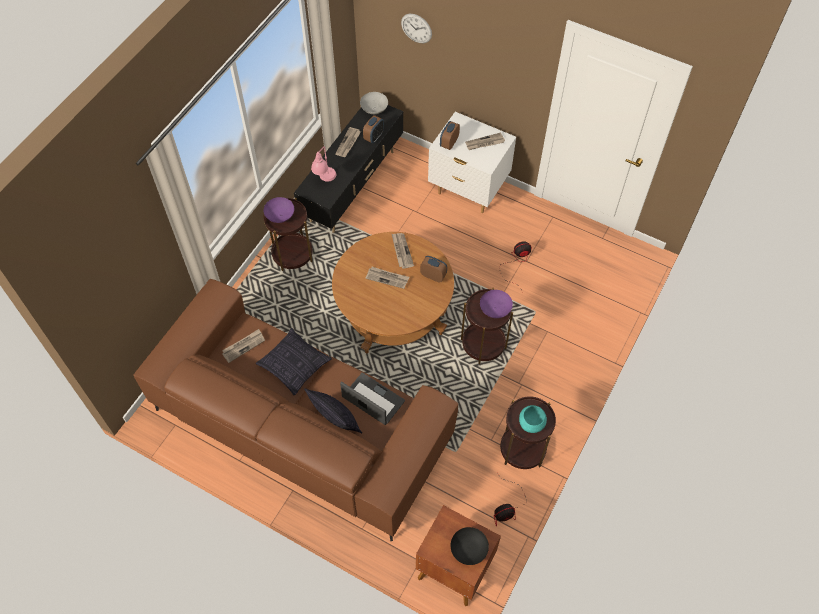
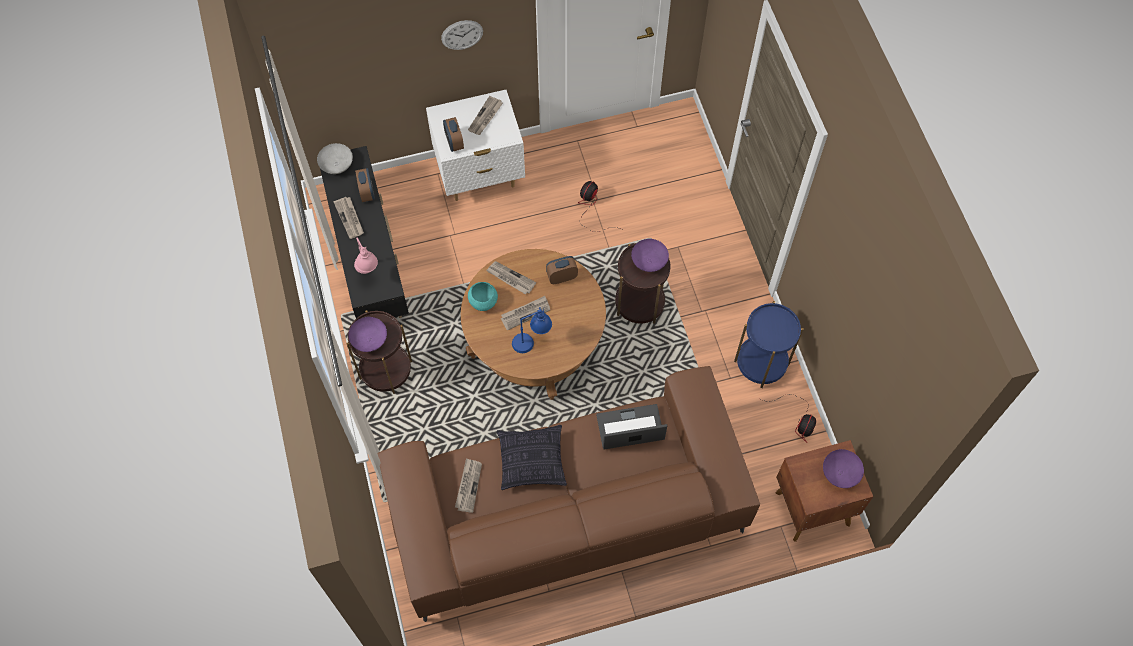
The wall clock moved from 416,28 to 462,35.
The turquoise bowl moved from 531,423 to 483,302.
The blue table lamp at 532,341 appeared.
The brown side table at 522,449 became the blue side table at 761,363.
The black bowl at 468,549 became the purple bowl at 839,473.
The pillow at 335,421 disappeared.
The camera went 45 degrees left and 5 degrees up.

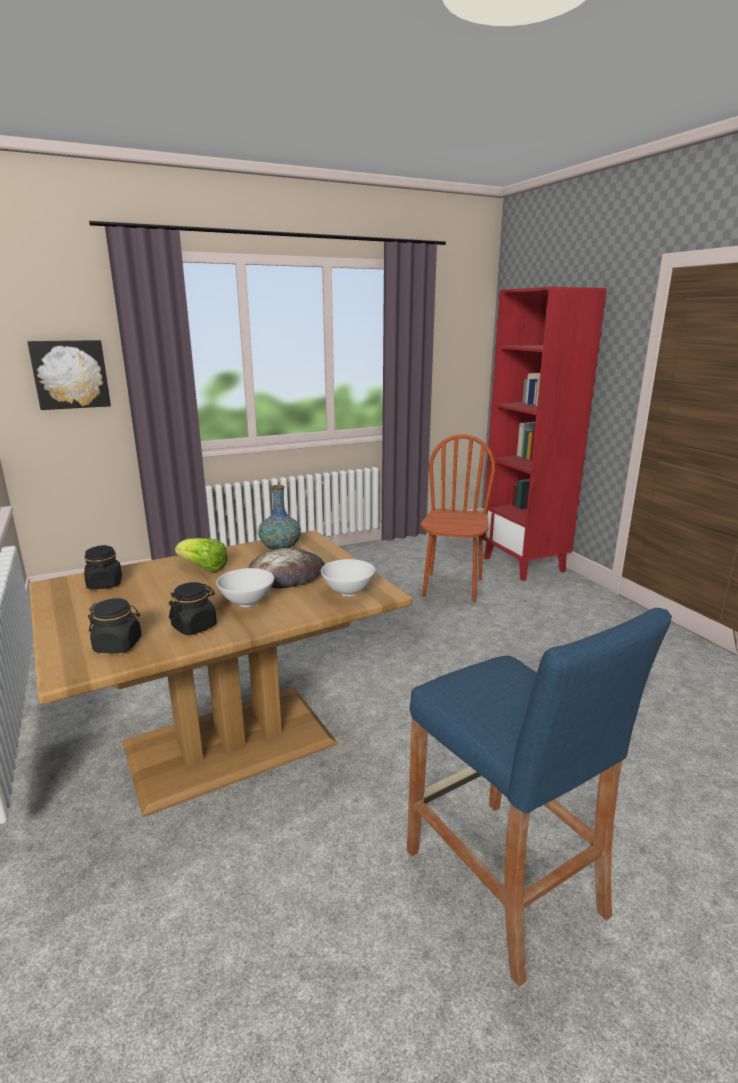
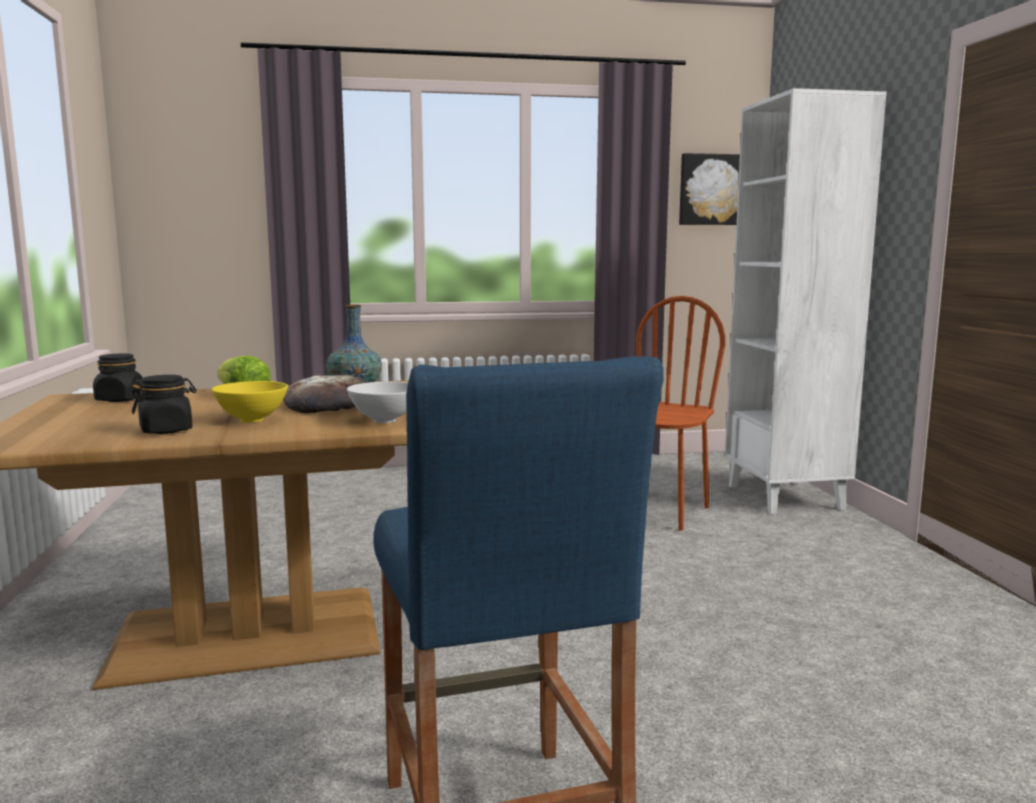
The white bowl at 247,603 became the yellow bowl at 253,420.
The picture moved from 70,374 to 712,190.
The red bookcase at 524,564 became the white bookcase at 785,497.
The black jar at 118,645 disappeared.
The camera went 15 degrees right and 10 degrees down.

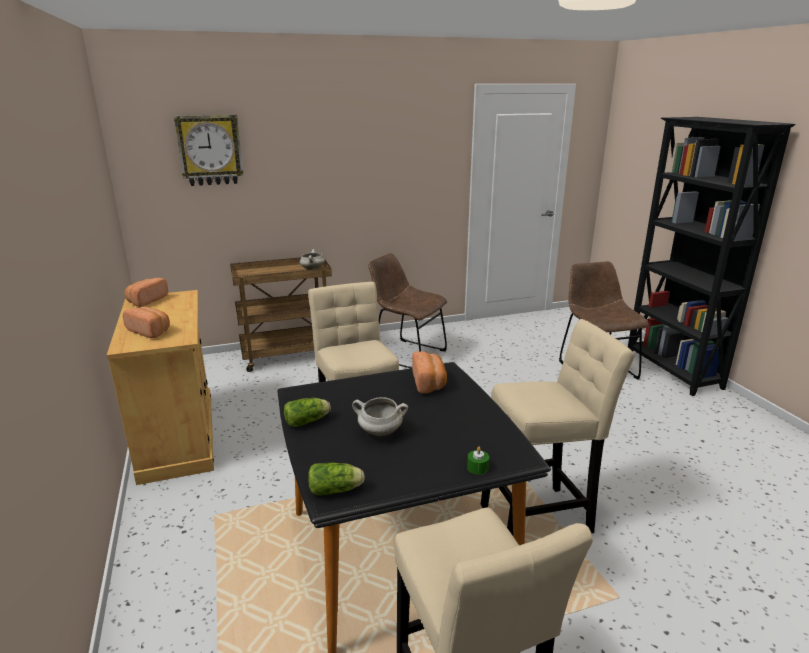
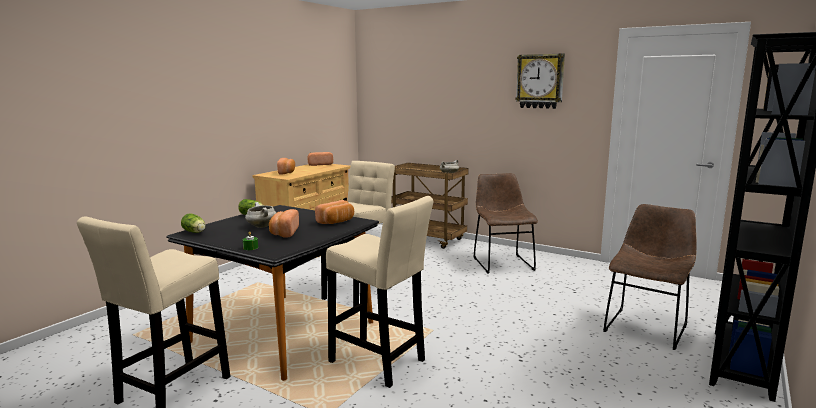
The bread at 284,233 appeared.
The wall clock moved from 210,150 to 540,81.
The camera went 50 degrees right and 10 degrees down.

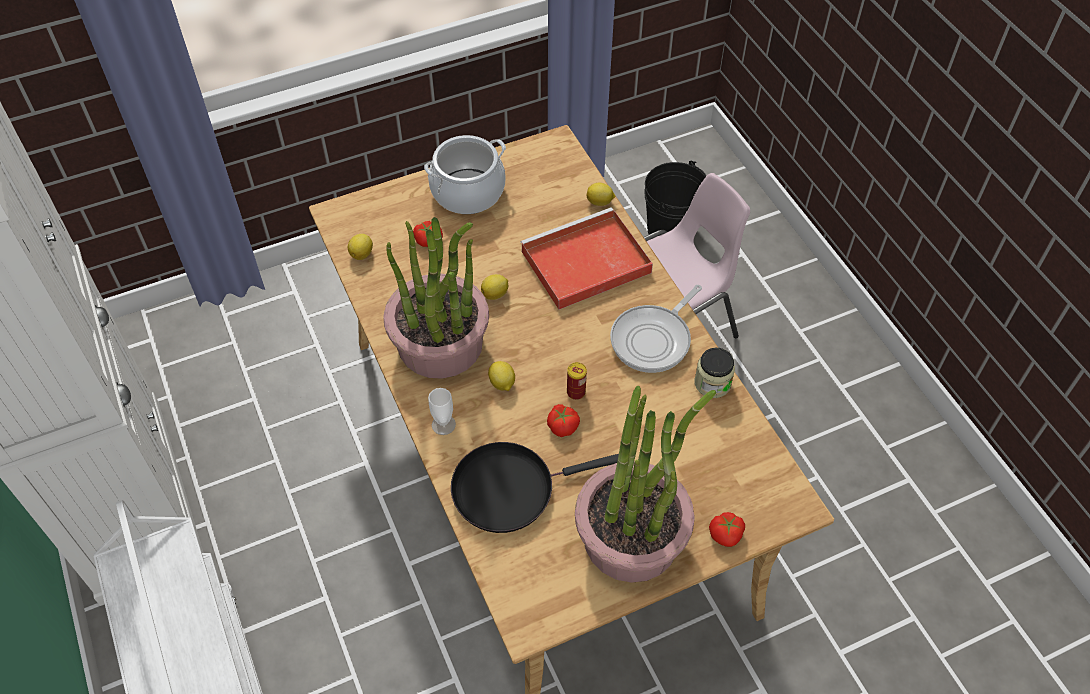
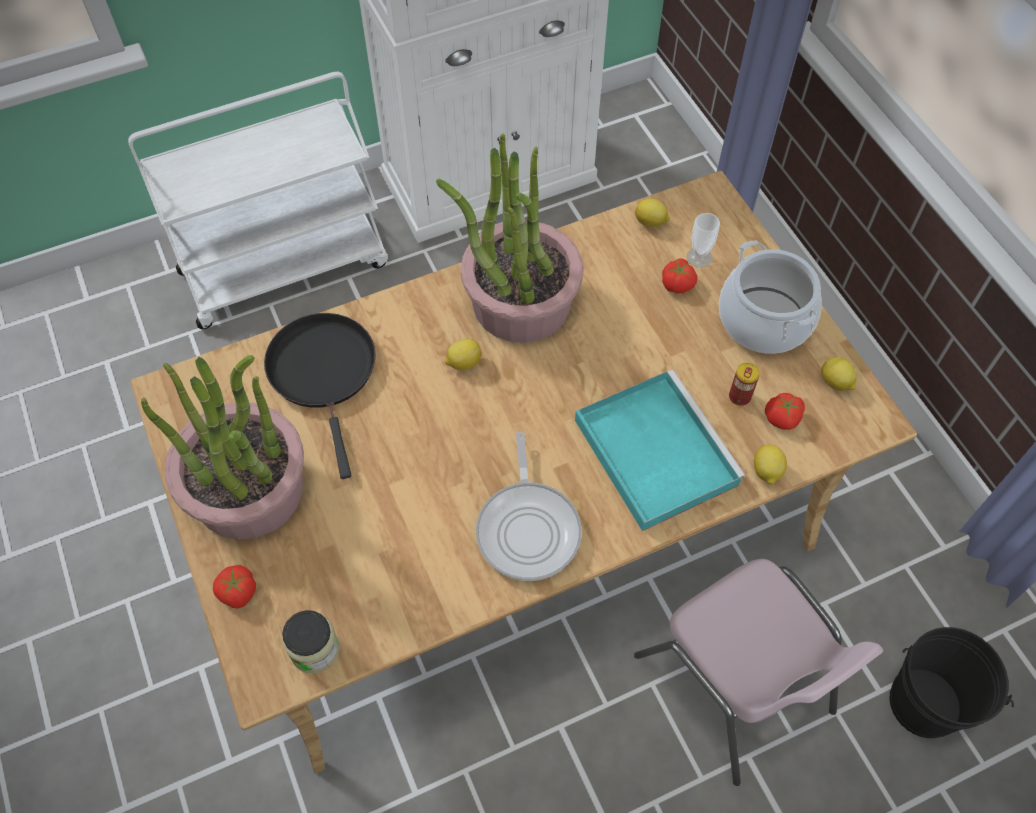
The jar moved from 712,383 to 314,649.
The frying pan at 653,339 turned 135 degrees counterclockwise.
The red tray at 584,263 became the turquoise tray at 653,450.
The cup moved from 443,424 to 699,257.
The can moved from 576,392 to 739,397.
The tomato moved from 563,426 to 783,418.
The lemon moved from 495,294 to 835,383.
The camera went 90 degrees right and 5 degrees up.

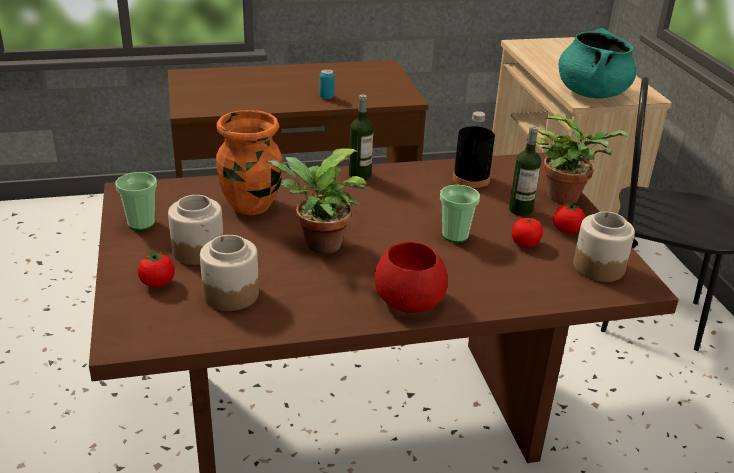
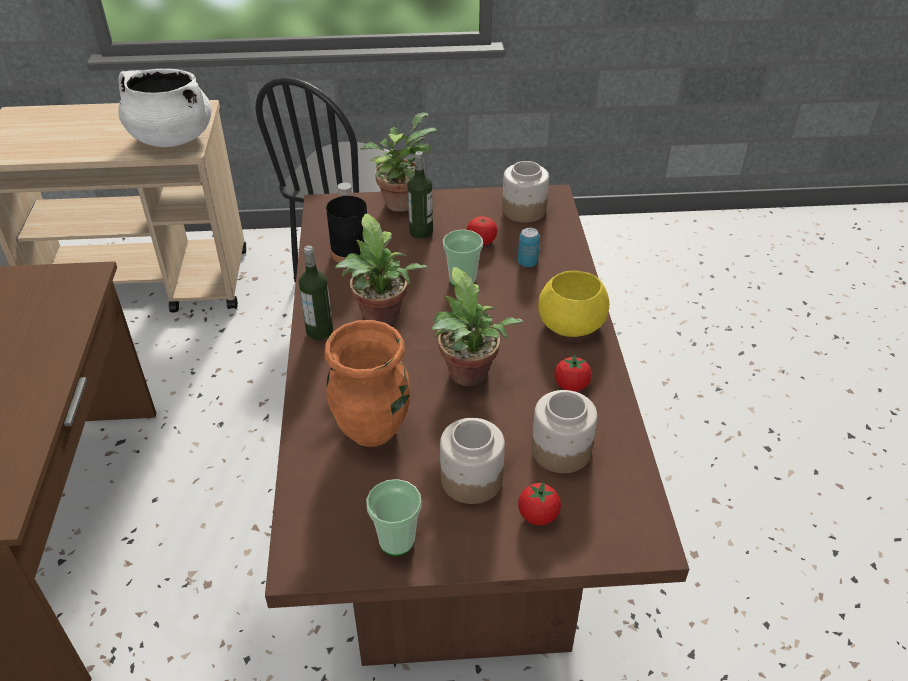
The turquoise cooking pot at 591,93 became the white cooking pot at 171,138.
The potted plant at 381,319 appeared.
The can moved from 326,97 to 527,263.
The red bowl at 410,301 became the yellow bowl at 572,324.
The tomato moved from 566,230 to 571,386.
The camera went 80 degrees left and 10 degrees up.

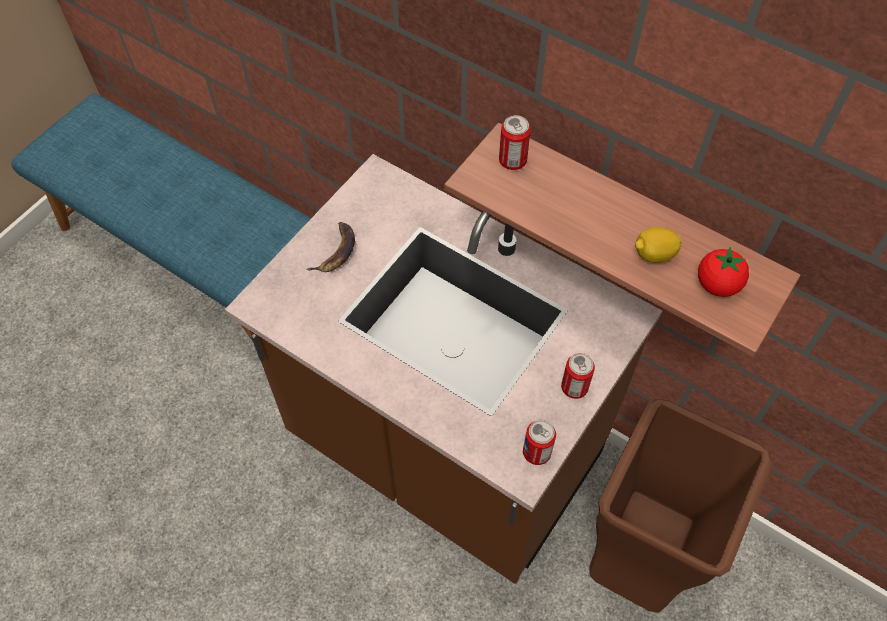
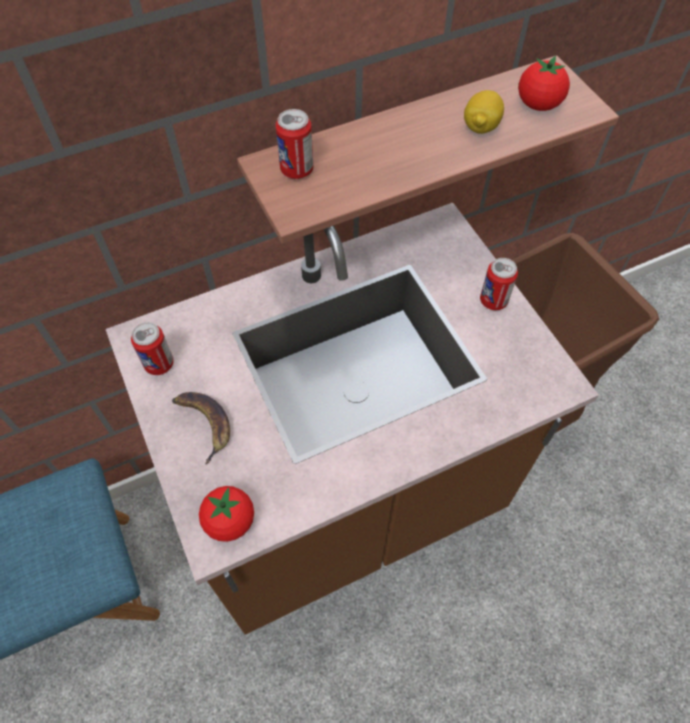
The can moved from 536,453 to 159,364.
The tomato at 230,521 appeared.
The camera went 60 degrees left and 0 degrees up.

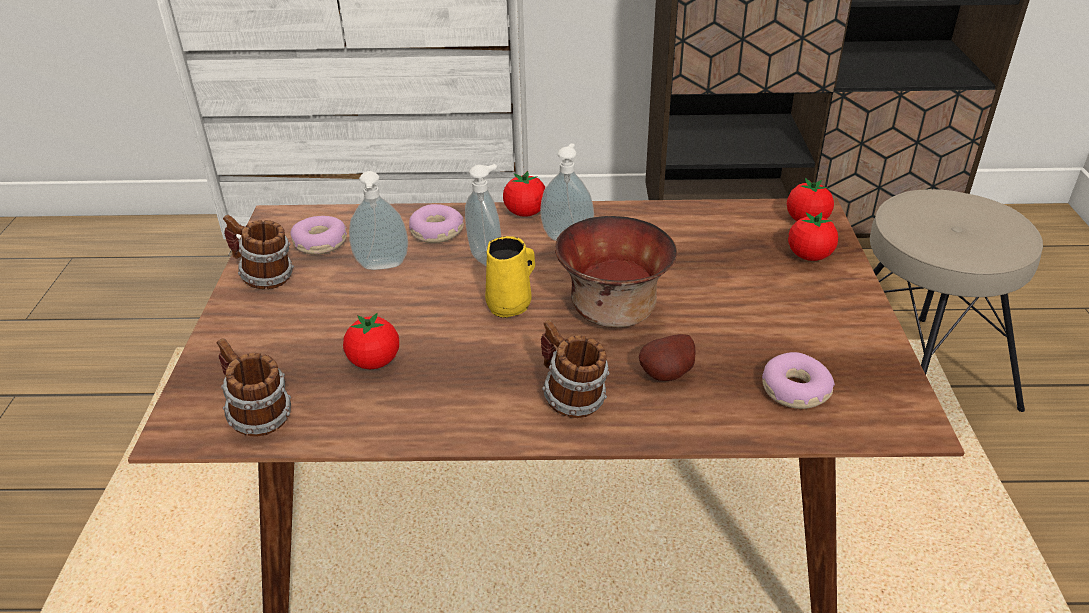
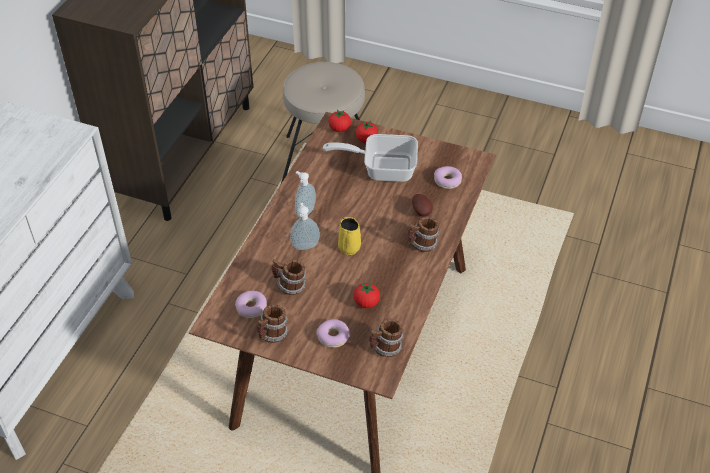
The soap dispenser at 382,267 was replaced by the mug at 289,286.
The donut moved from 436,232 to 333,337.
The frying pan at 382,168 appeared.
The tomato at 525,213 disappeared.
The bowl at 611,311 disappeared.
The camera went 70 degrees left and 10 degrees up.

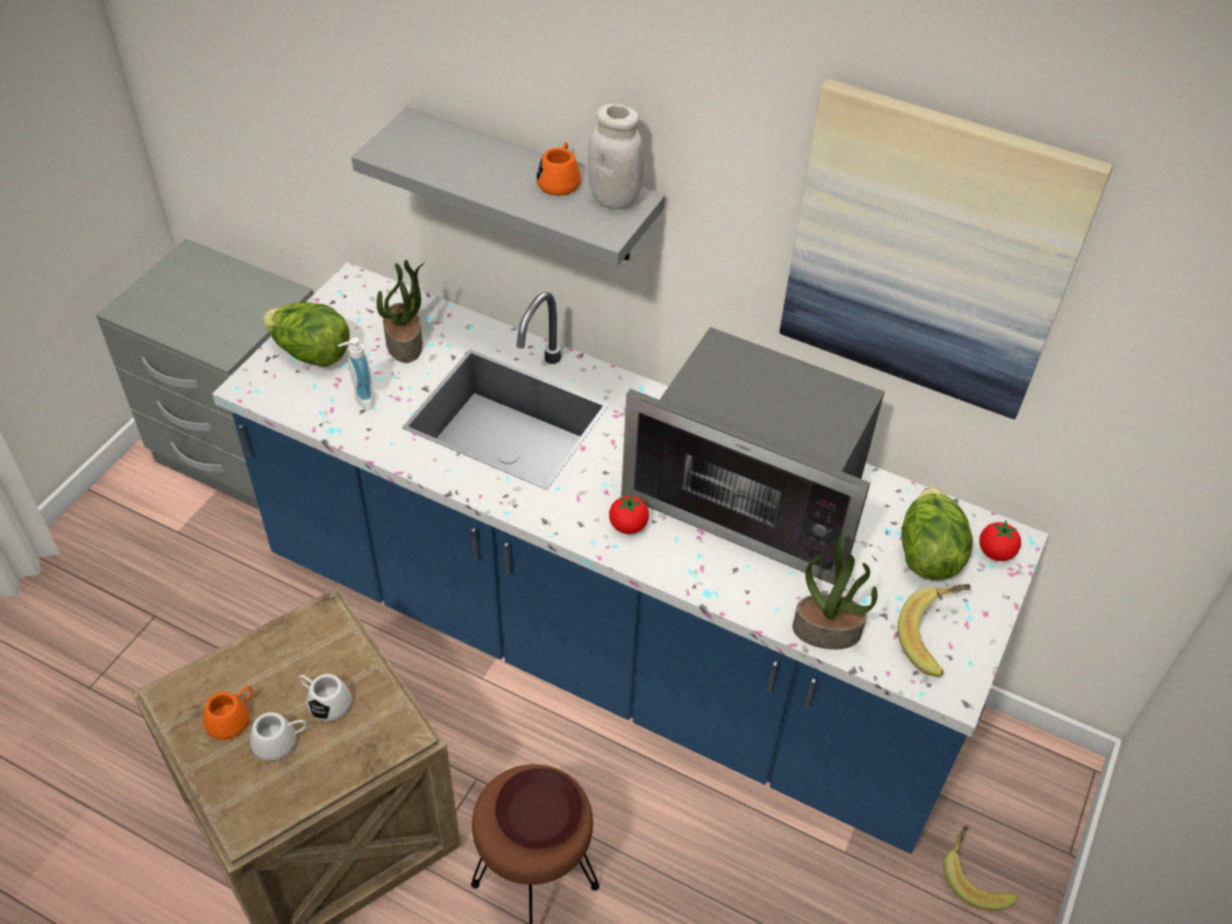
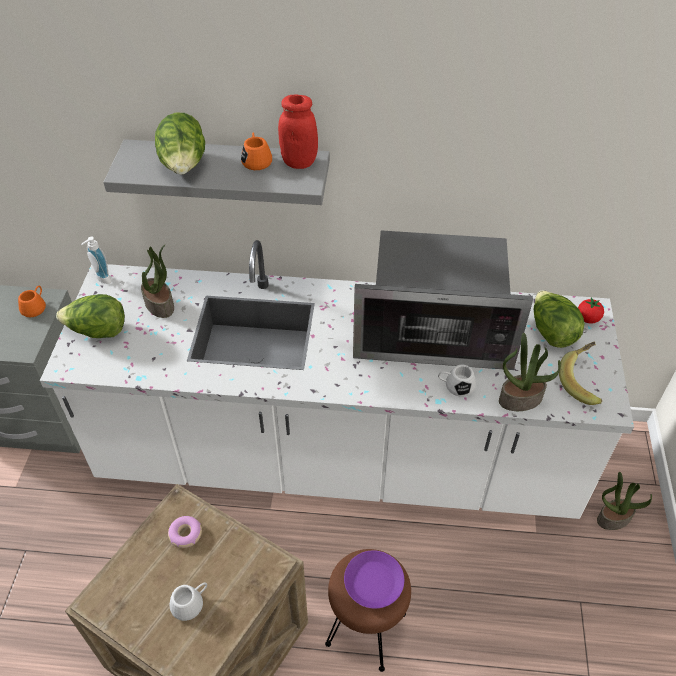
The orange mug moved from 232,718 to 35,306.
The blue counter at 607,642 became the white counter at 338,458.
The soap dispenser moved from 360,400 to 101,279.
The lettuce at 184,166 appeared.
The donut at 185,534 appeared.
The white jar at 614,199 became the red jar at 299,162.
The brown plate at 539,812 became the purple plate at 373,581.
The white mug moved from 325,701 to 456,385.
The banana at 975,877 was replaced by the potted plant at 614,518.
The tomato at 628,525 disappeared.
The picture at 929,253 disappeared.
The camera went 20 degrees left and 0 degrees up.

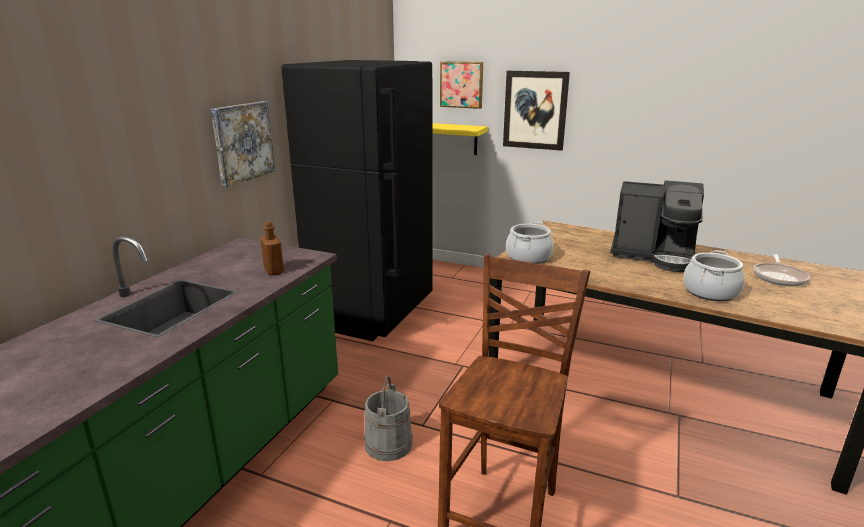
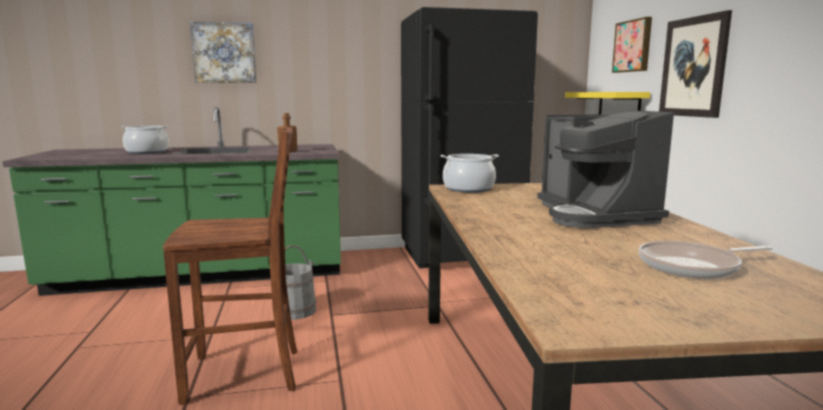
The cooking pot moved from 710,292 to 147,152.
The picture moved from 242,142 to 224,53.
The camera went 55 degrees right and 10 degrees down.

